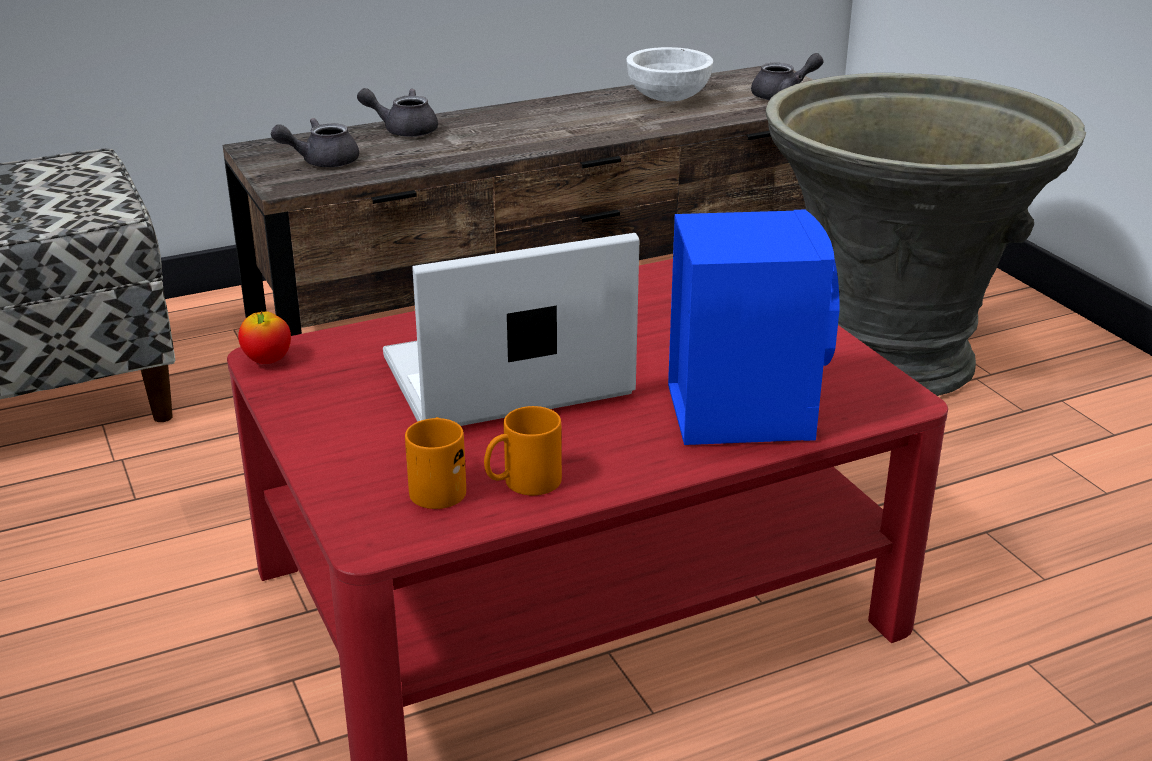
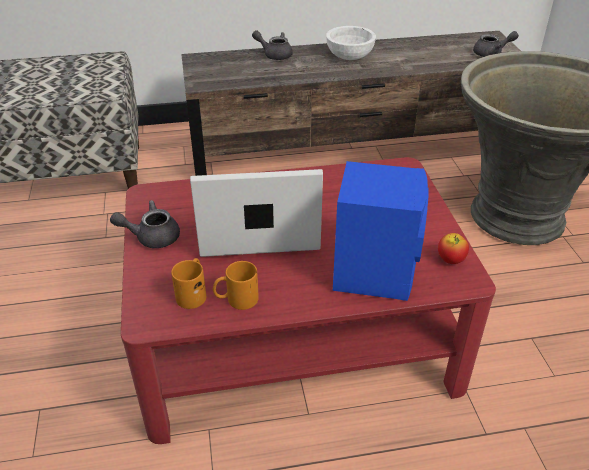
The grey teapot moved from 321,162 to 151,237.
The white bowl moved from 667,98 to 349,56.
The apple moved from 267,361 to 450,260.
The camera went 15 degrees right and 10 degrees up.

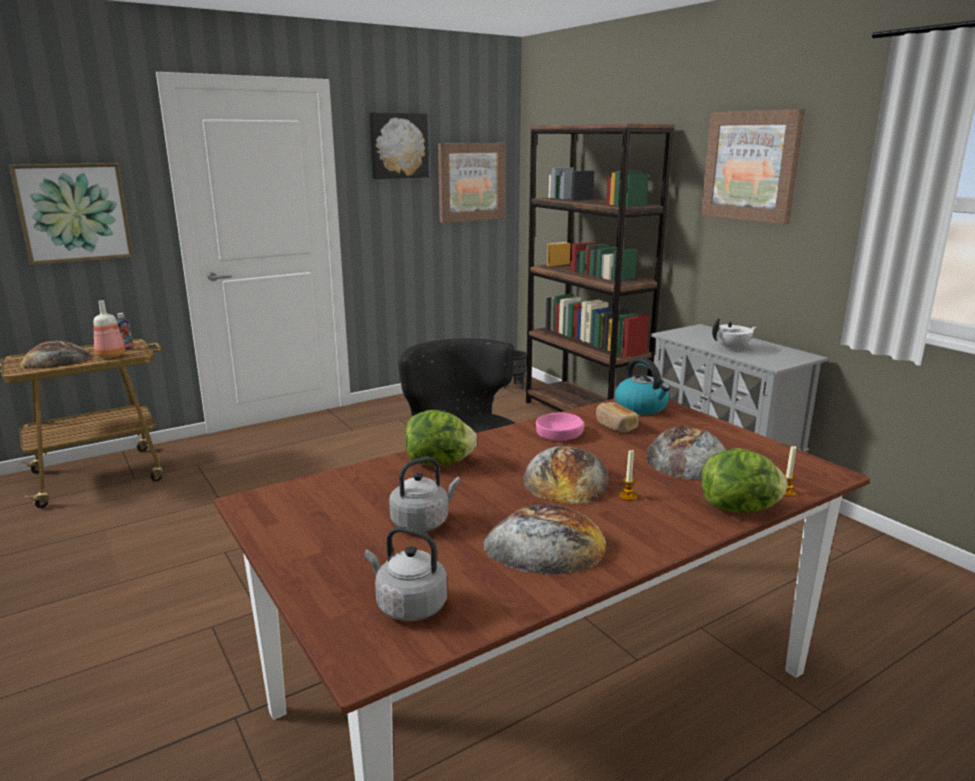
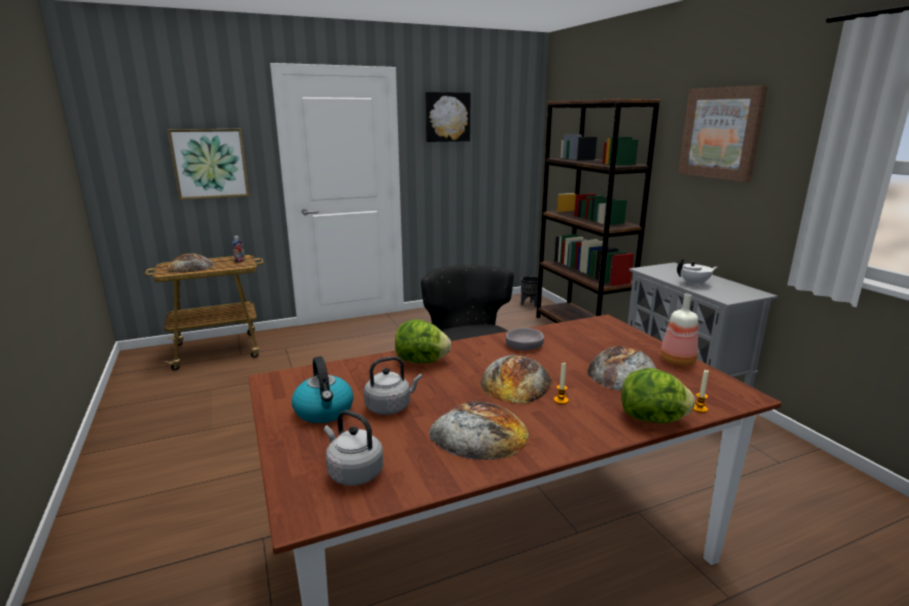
The kettle moved from 642,407 to 324,411.
The pink bowl at 559,433 became the grey bowl at 524,344.
The bottle moved from 110,356 to 678,361.
The picture at 471,182 disappeared.
The bread at 615,426 disappeared.
The camera went 10 degrees right and 0 degrees up.

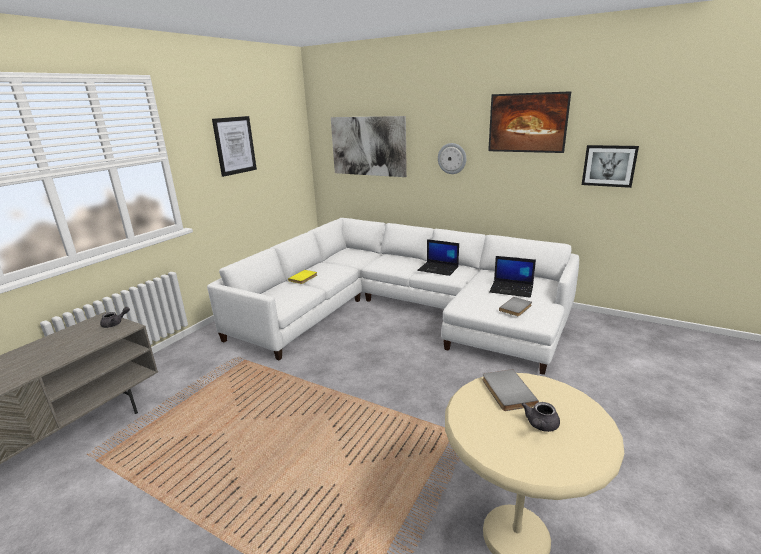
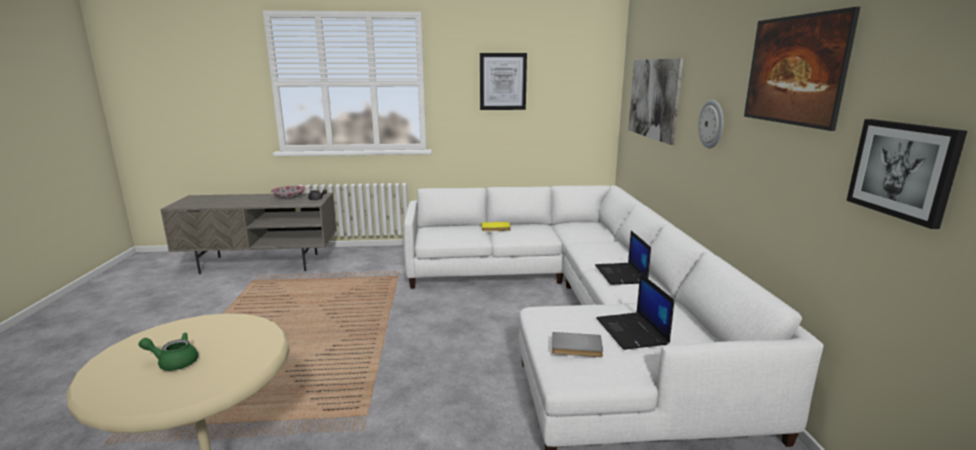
The grey teapot at 540,425 became the green teapot at 174,362.
The bowl at 289,198 appeared.
The grey book at 506,392 disappeared.
The camera went 55 degrees right and 5 degrees down.

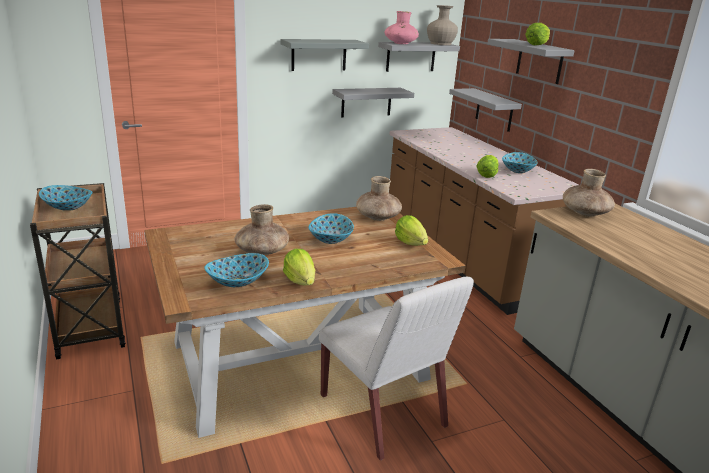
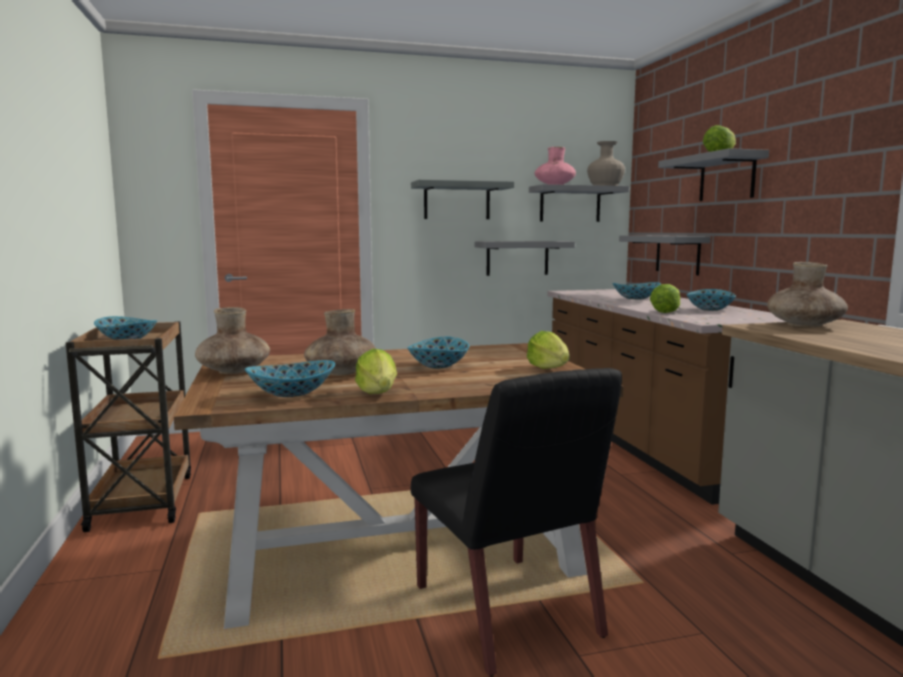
The brown vase moved from 378,217 to 234,371.
The white chair at 383,412 became the black chair at 507,612.
The bowl at 636,298 appeared.
The camera went 10 degrees right and 15 degrees down.

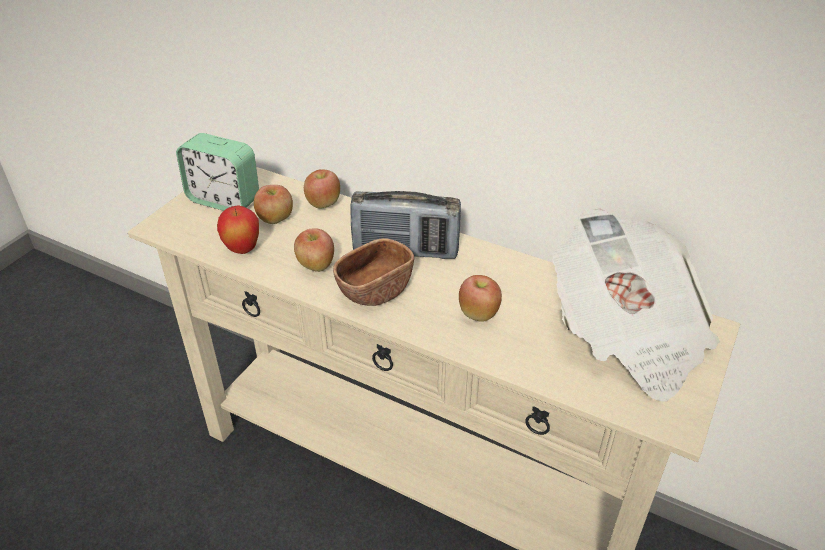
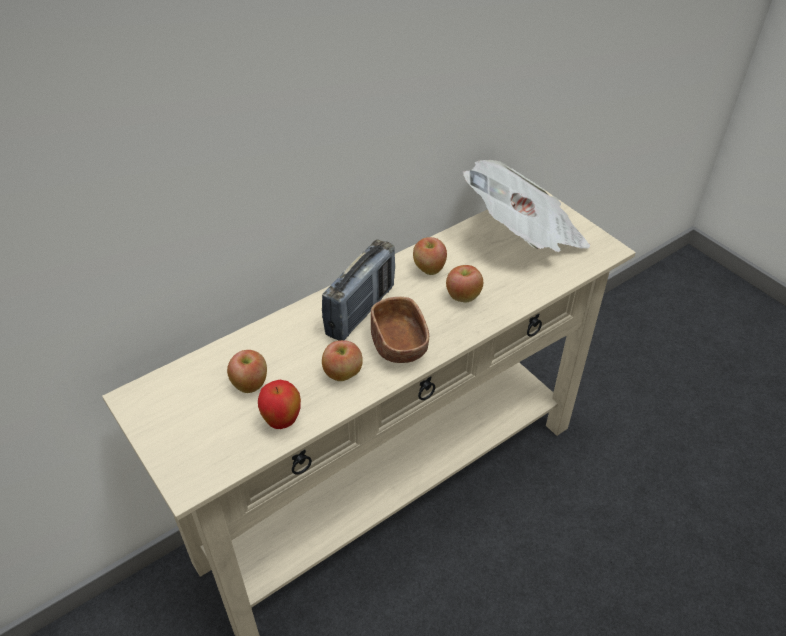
The apple moved from 323,204 to 429,269.
The alarm clock at 224,200 disappeared.
The camera went 65 degrees left and 5 degrees up.

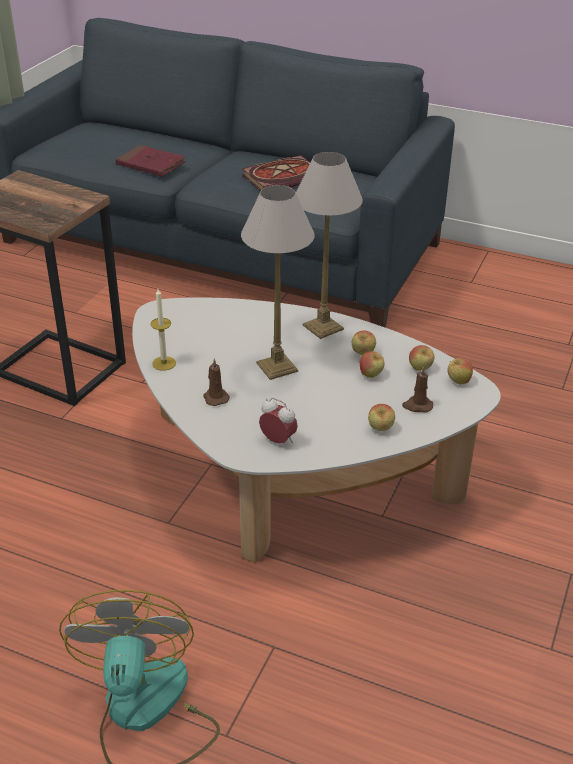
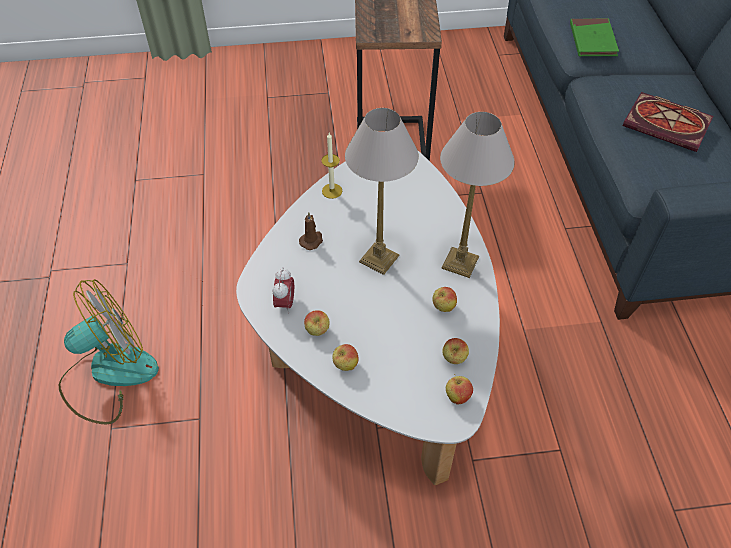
The apple moved from 371,375 to 317,331.
The red book at 150,164 became the green book at 592,40.
The brown candle at 417,406 disappeared.
The camera went 60 degrees right and 15 degrees up.

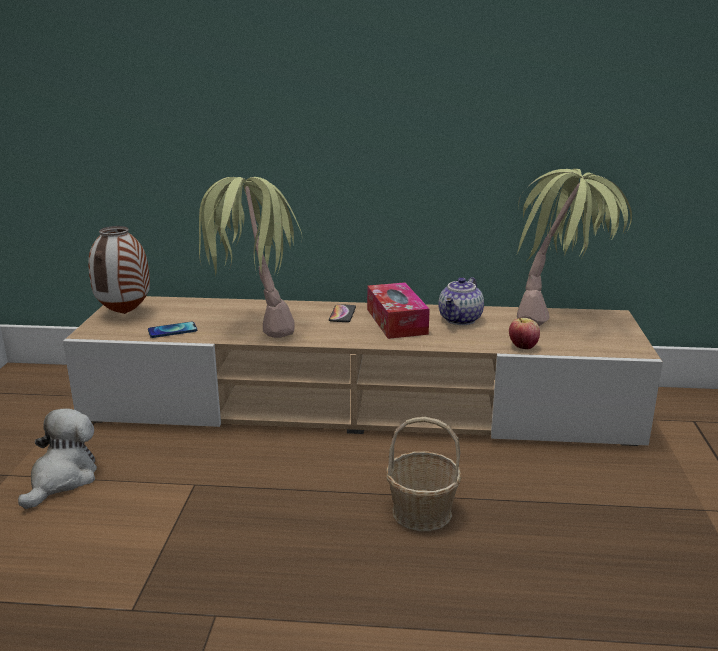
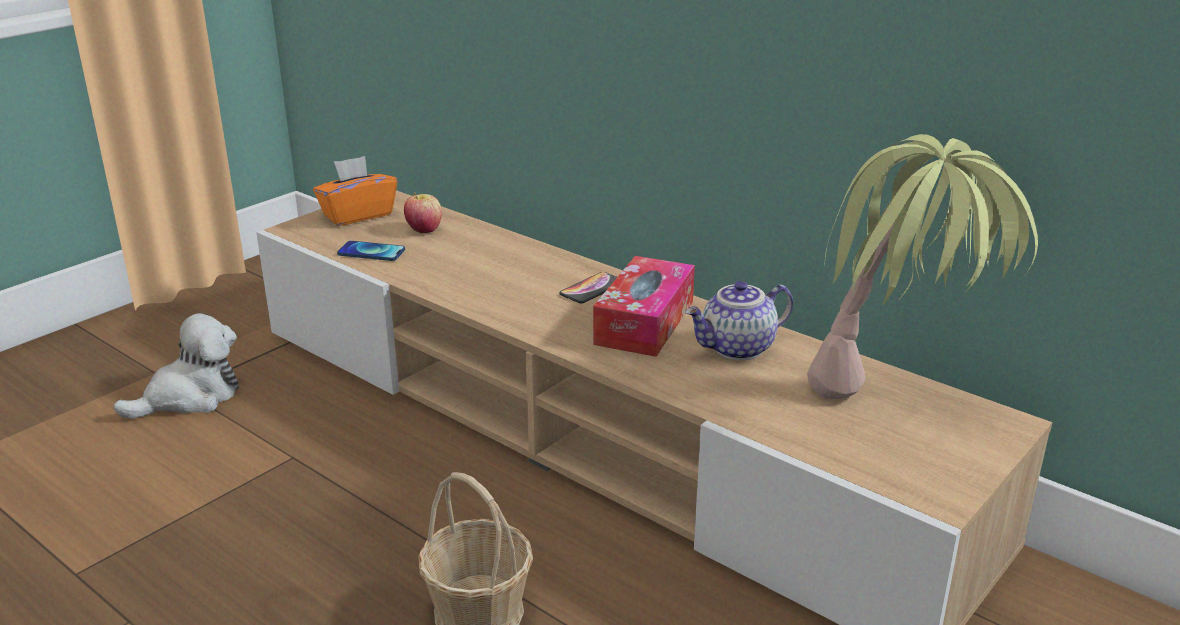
The vase at 125,314 was replaced by the orange tissue box at 357,215.
The apple moved from 523,347 to 424,230.
The potted plant at 253,327 disappeared.
The camera went 35 degrees right and 5 degrees up.

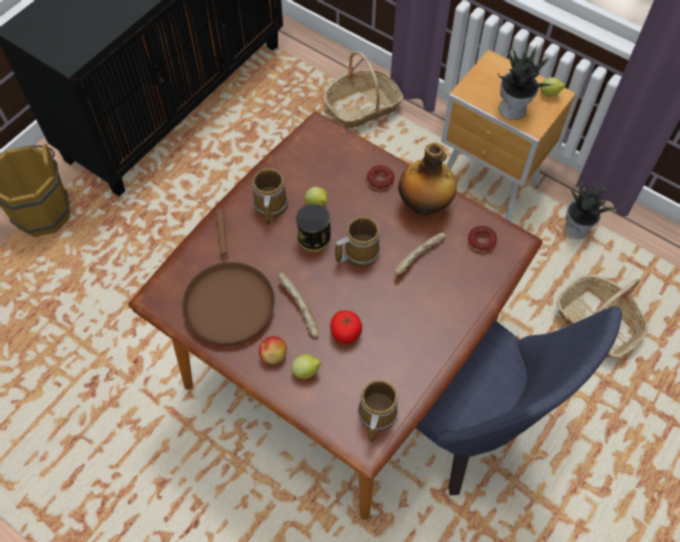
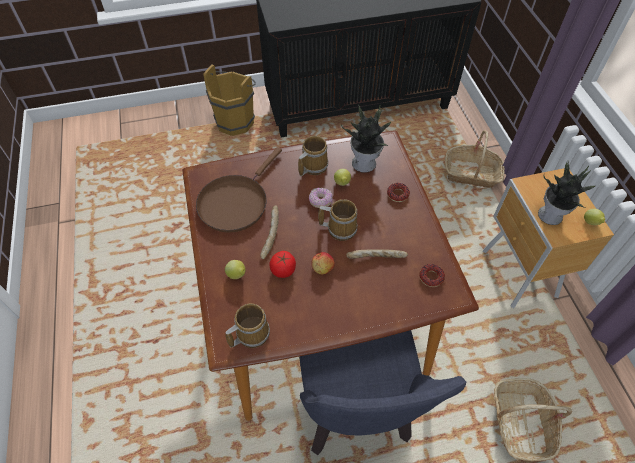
The can at 314,238 was replaced by the donut at 320,201.
The apple moved from 273,355 to 322,268.
The potted plant moved from 576,229 to 365,163.
The bottle at 424,205 disappeared.
The camera went 40 degrees right and 5 degrees down.

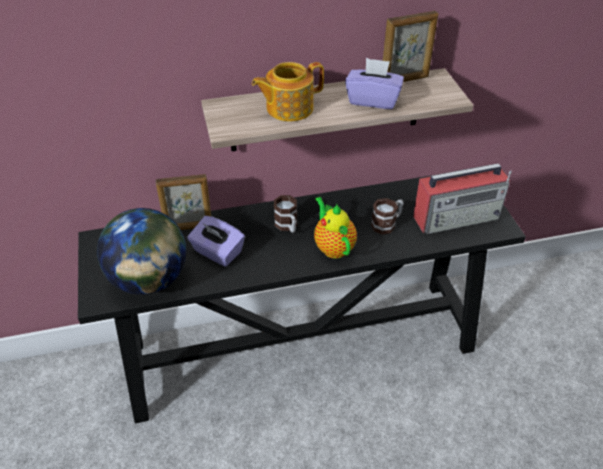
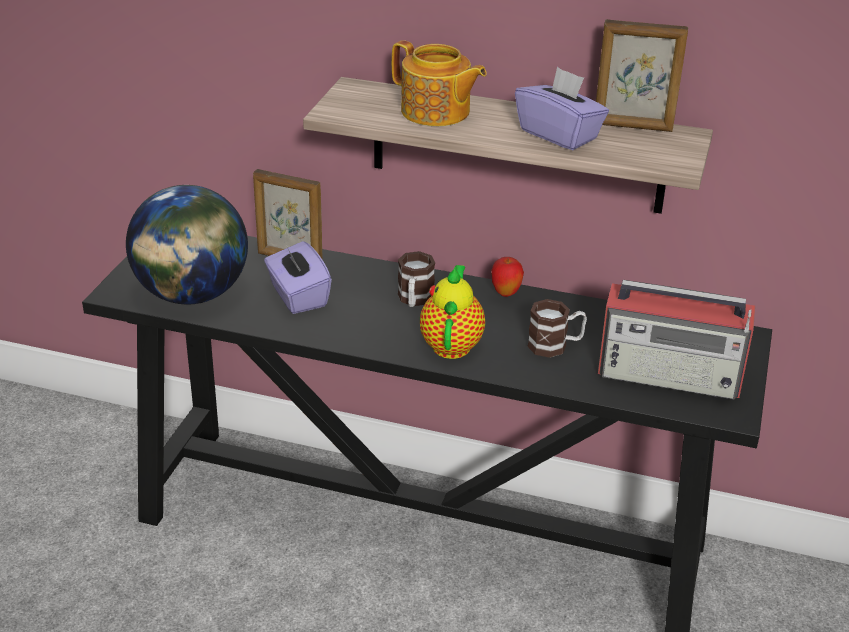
The teapot at 288,108 turned 150 degrees counterclockwise.
The apple at 506,293 appeared.
The camera went 30 degrees right and 10 degrees down.

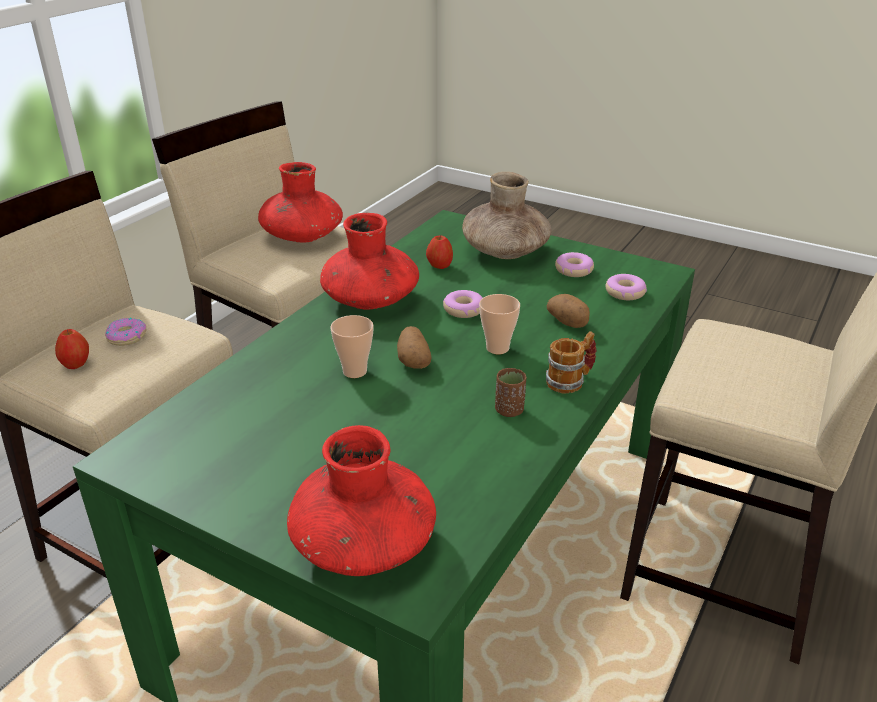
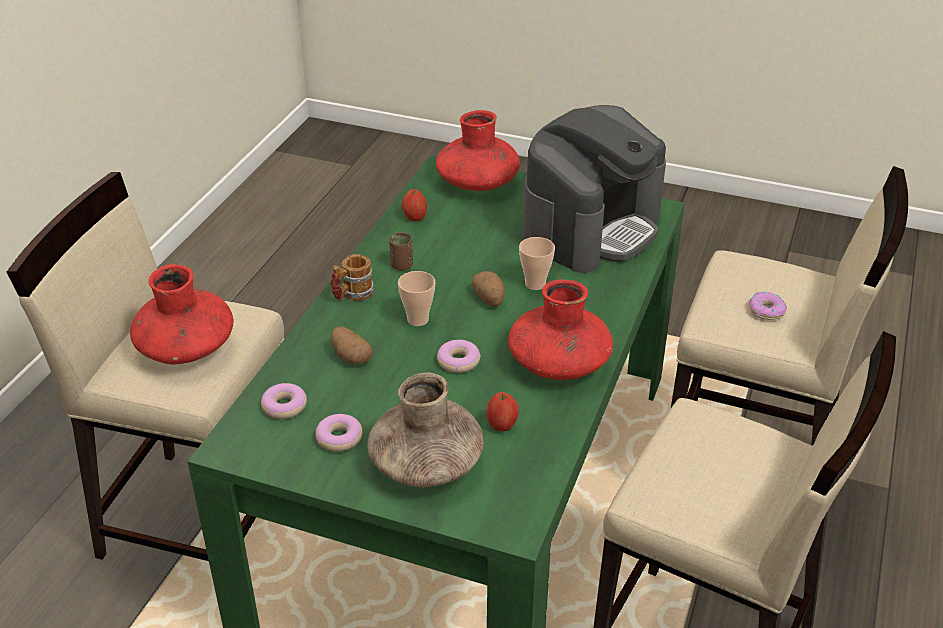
The red vase moved from 302,236 to 186,348.
The apple moved from 76,364 to 414,217.
The coffee machine at 591,228 appeared.
The camera went 170 degrees right and 5 degrees up.

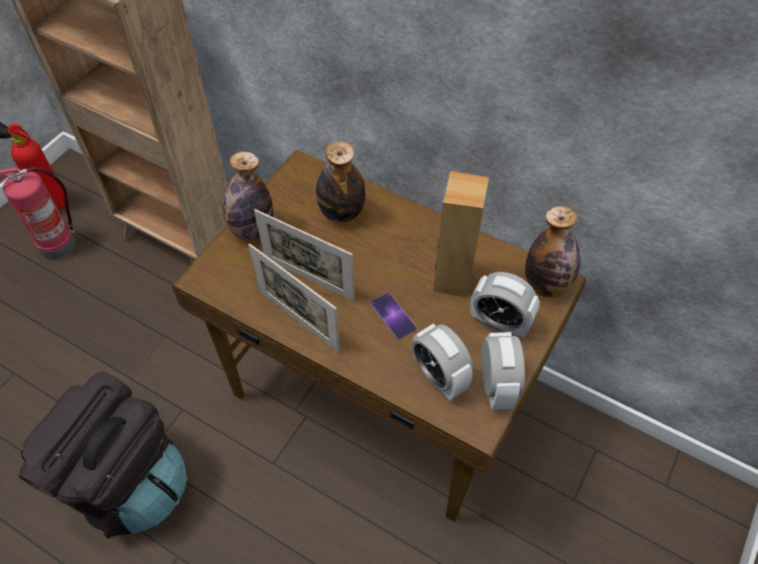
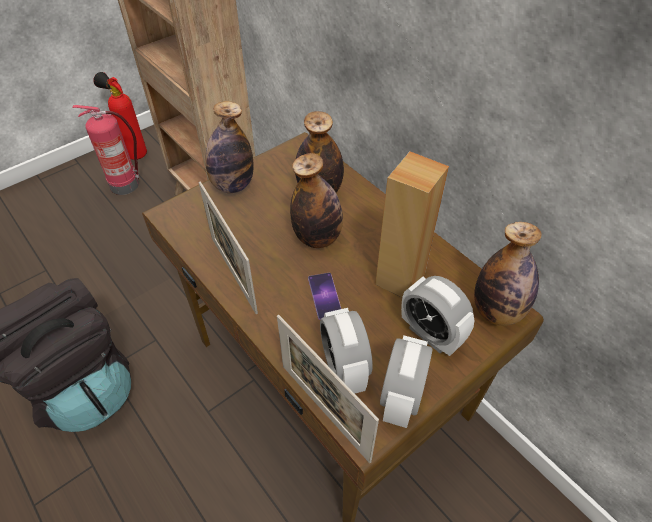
The picture frame moved from 308,279 to 324,411.
The bottle at 317,238 appeared.
The camera went 20 degrees right and 5 degrees down.

